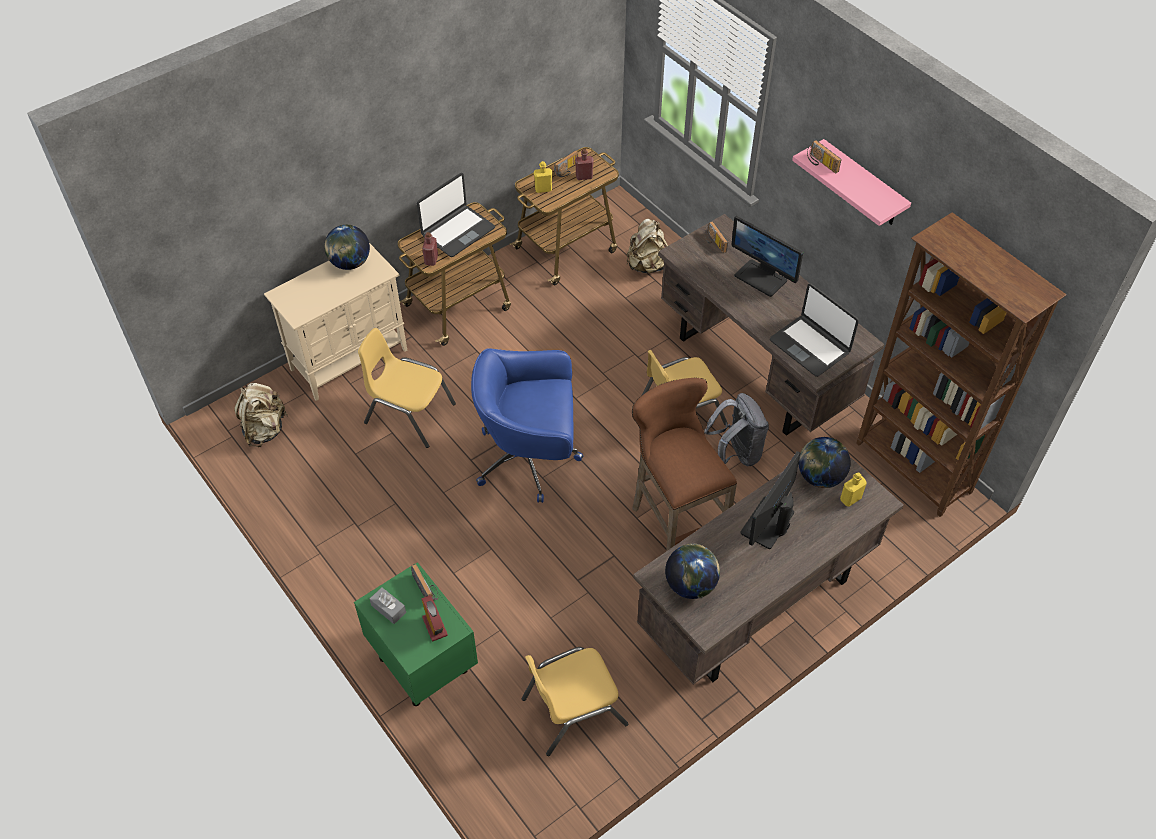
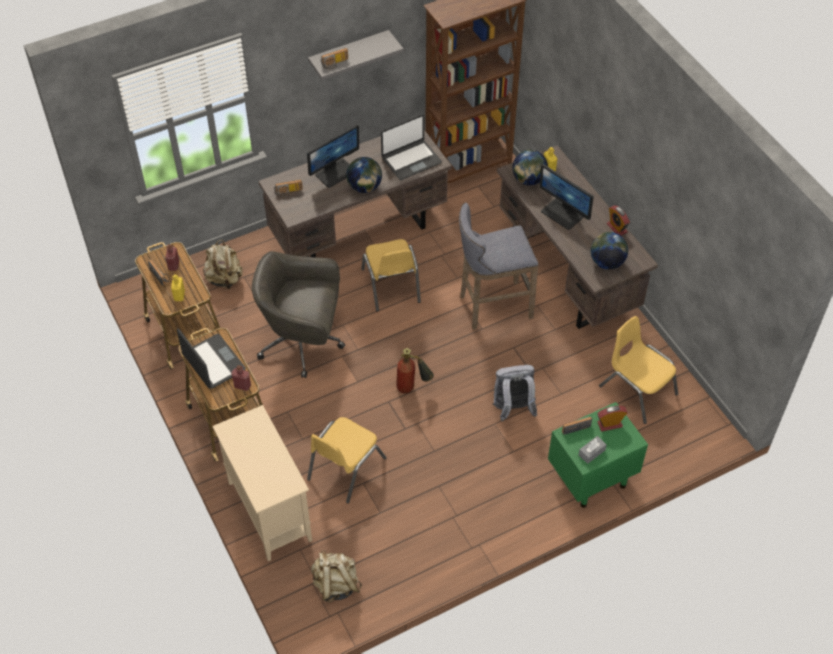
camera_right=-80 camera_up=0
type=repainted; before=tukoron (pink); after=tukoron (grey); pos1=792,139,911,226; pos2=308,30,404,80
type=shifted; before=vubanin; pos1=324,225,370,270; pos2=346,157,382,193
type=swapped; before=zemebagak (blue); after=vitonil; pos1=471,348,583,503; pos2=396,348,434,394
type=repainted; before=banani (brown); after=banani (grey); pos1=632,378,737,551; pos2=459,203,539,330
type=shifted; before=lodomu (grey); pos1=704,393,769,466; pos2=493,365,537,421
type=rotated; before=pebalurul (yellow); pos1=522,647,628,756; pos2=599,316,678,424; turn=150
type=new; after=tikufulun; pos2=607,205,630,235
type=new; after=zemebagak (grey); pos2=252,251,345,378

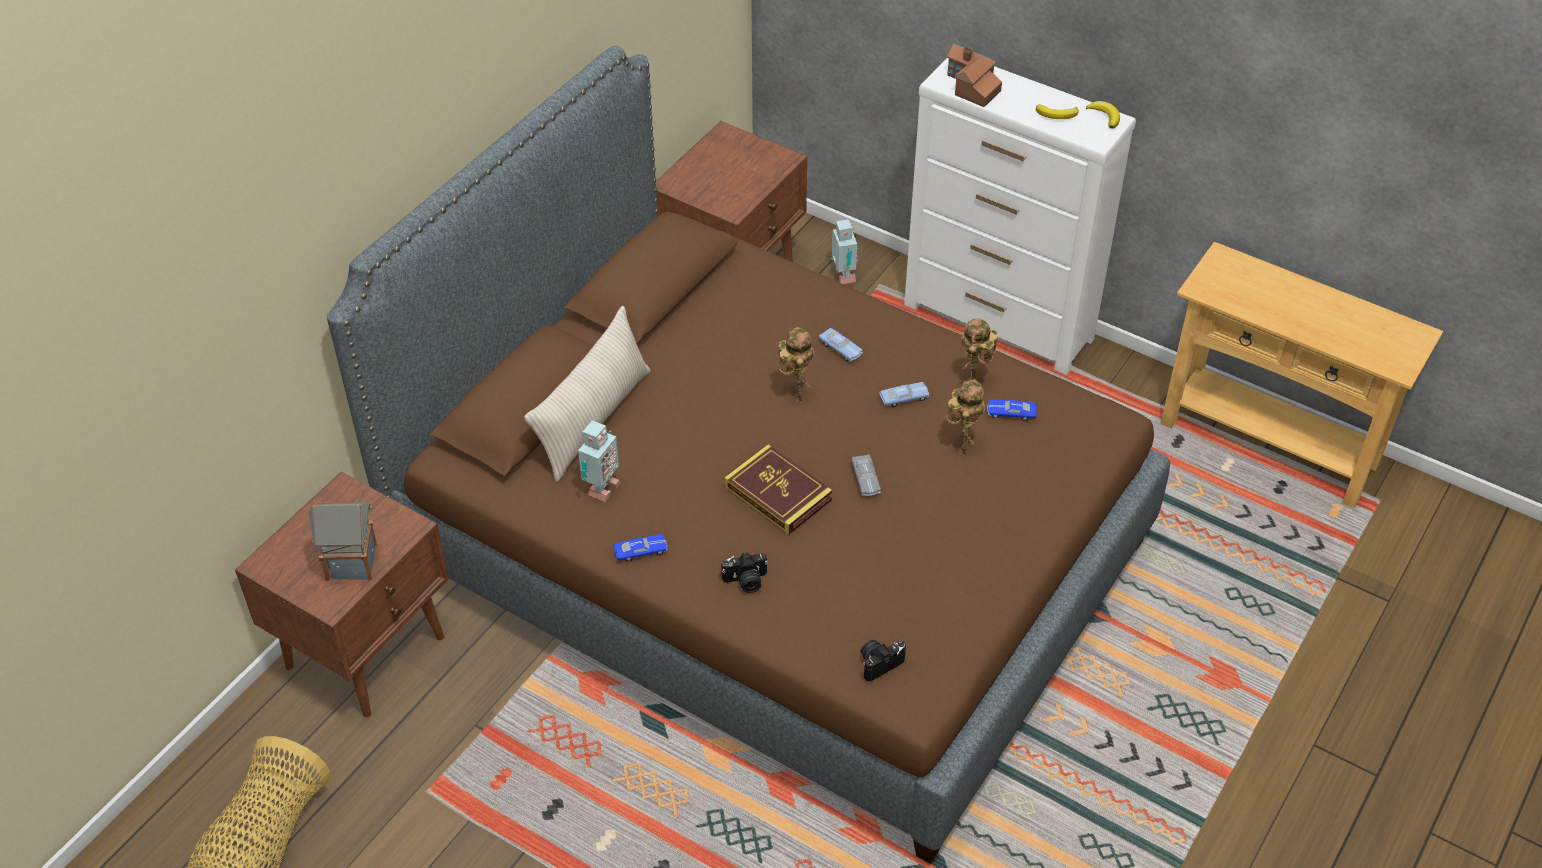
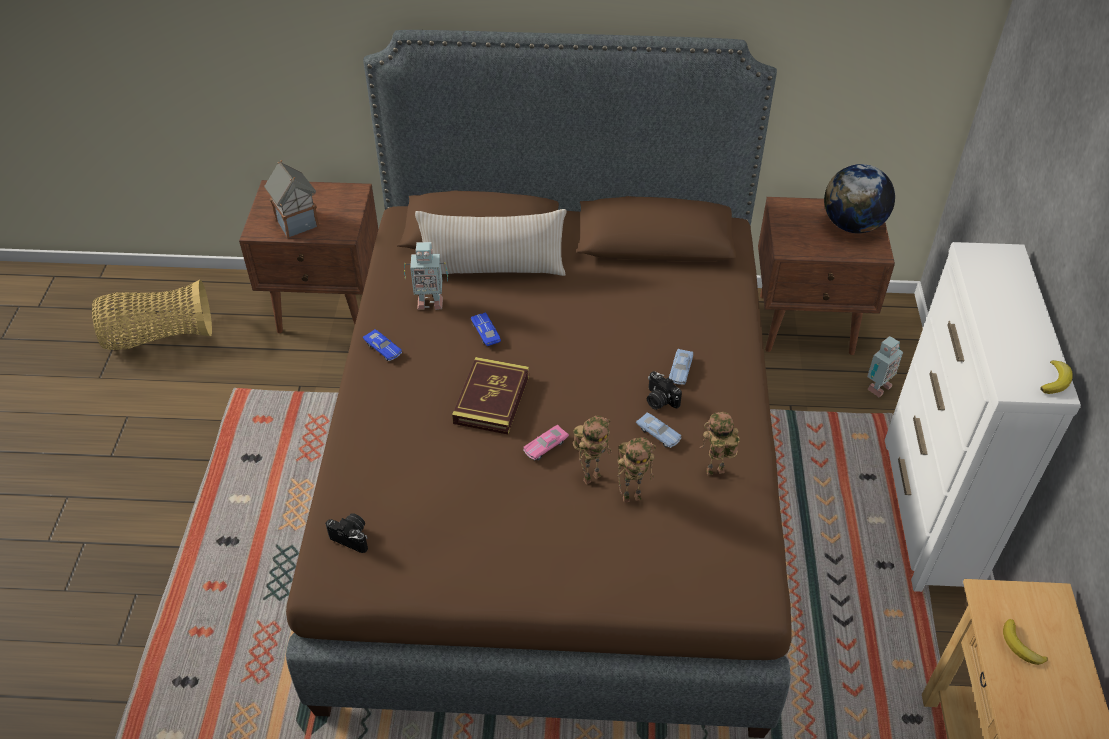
camera_right=60 camera_up=0
type=gone; before=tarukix; pos1=947,44,1002,107
type=shifted; before=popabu; pos1=1036,104,1079,119; pos2=1003,619,1048,665
type=shifted; before=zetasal; pos1=778,327,814,403; pos2=573,416,612,484
type=shifted; before=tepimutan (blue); pos1=987,399,1037,421; pos2=471,313,501,346
type=repainted; before=tepimutan (grey); after=tepimutan (pink); pos1=852,454,881,496; pos2=523,425,569,460
type=shifted; before=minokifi; pos1=721,552,768,593; pos2=647,371,682,410
type=new; after=vubanin; pos2=824,164,895,233

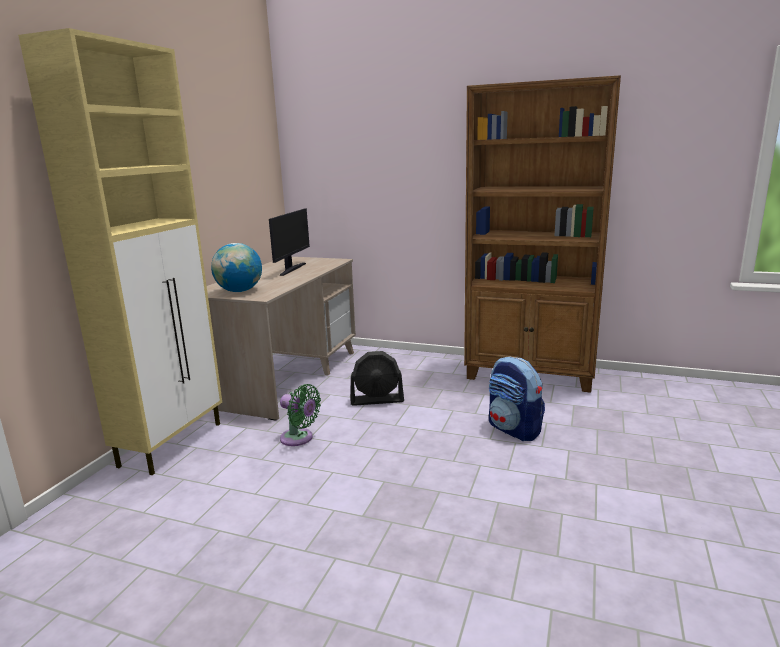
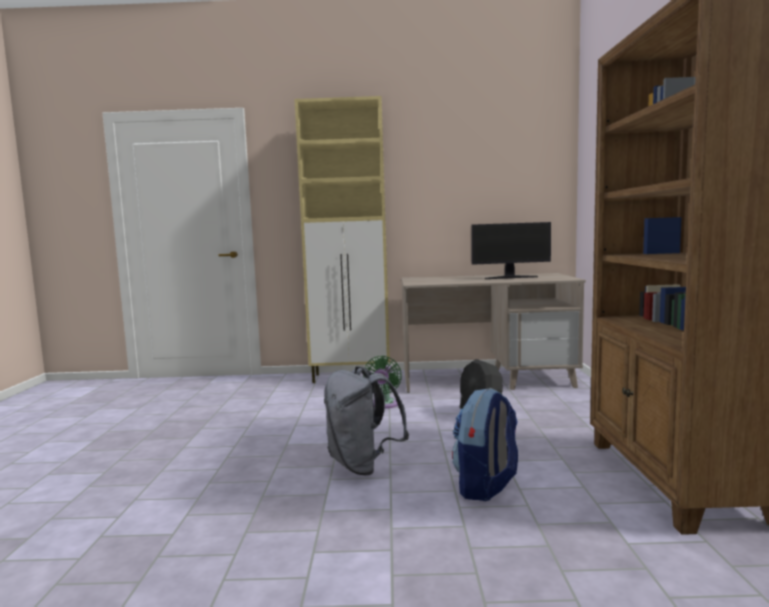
camera_right=70 camera_up=-10
type=gone; before=vubanin; pos1=211,243,262,292
type=new; after=lodomu (grey); pos2=324,366,409,475

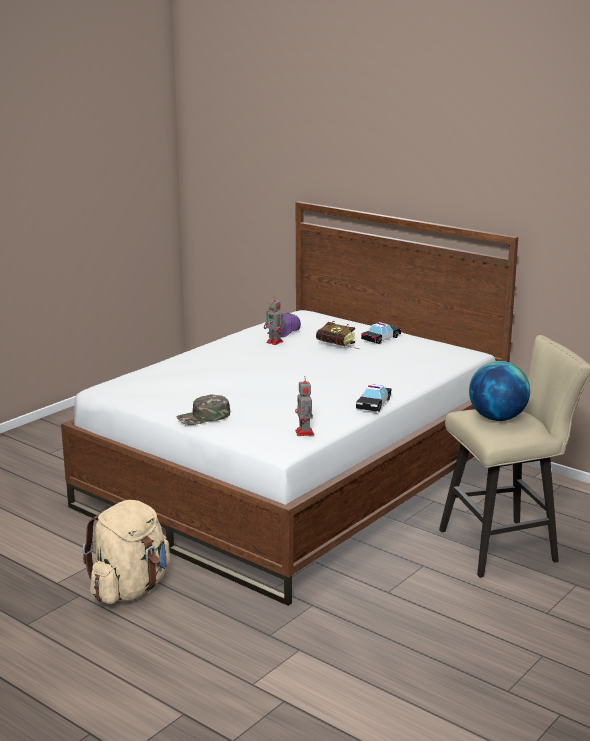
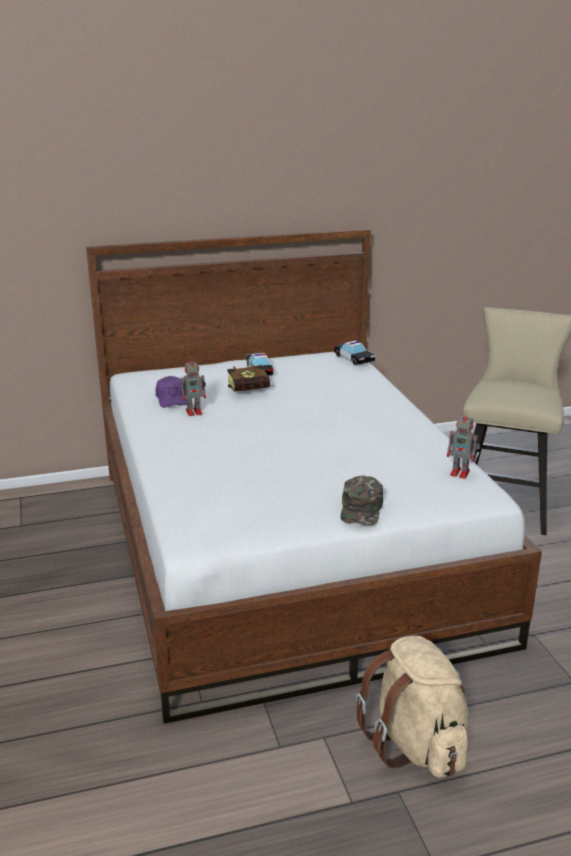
camera_right=-55 camera_up=5
type=gone; before=vubanin; pos1=469,361,530,421
type=shifted; before=tepimutan; pos1=356,384,391,412; pos2=334,341,375,365

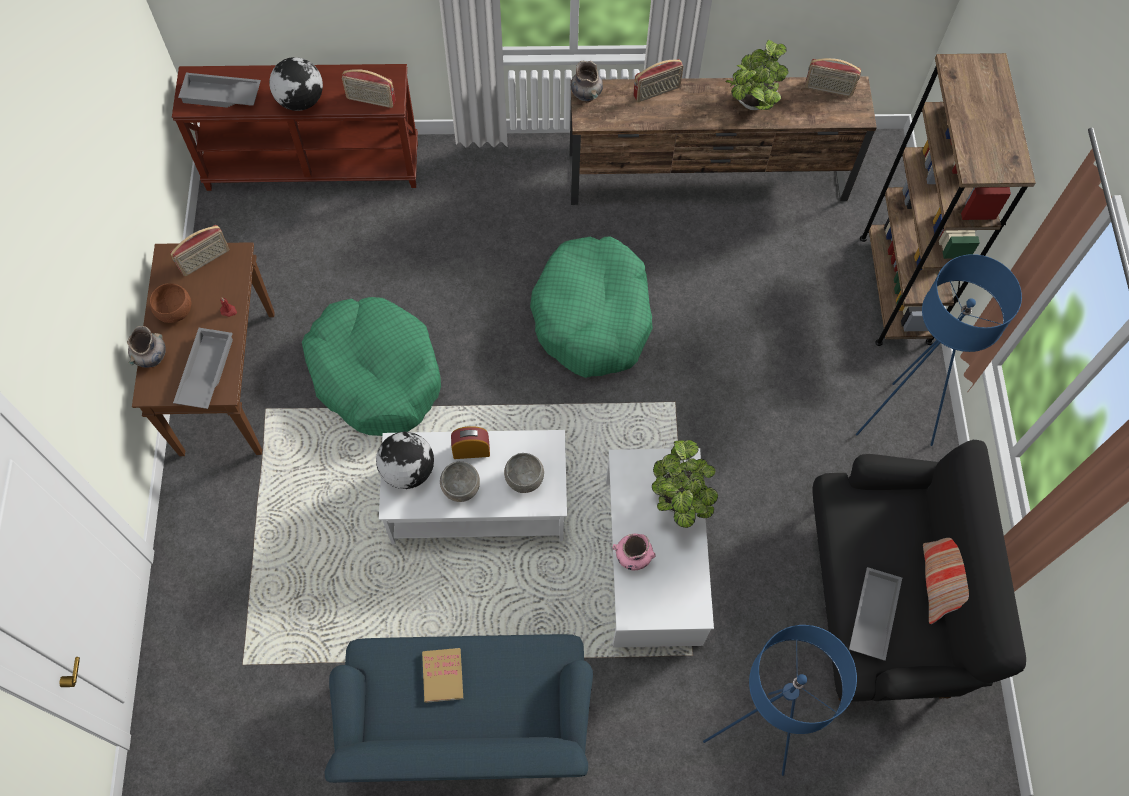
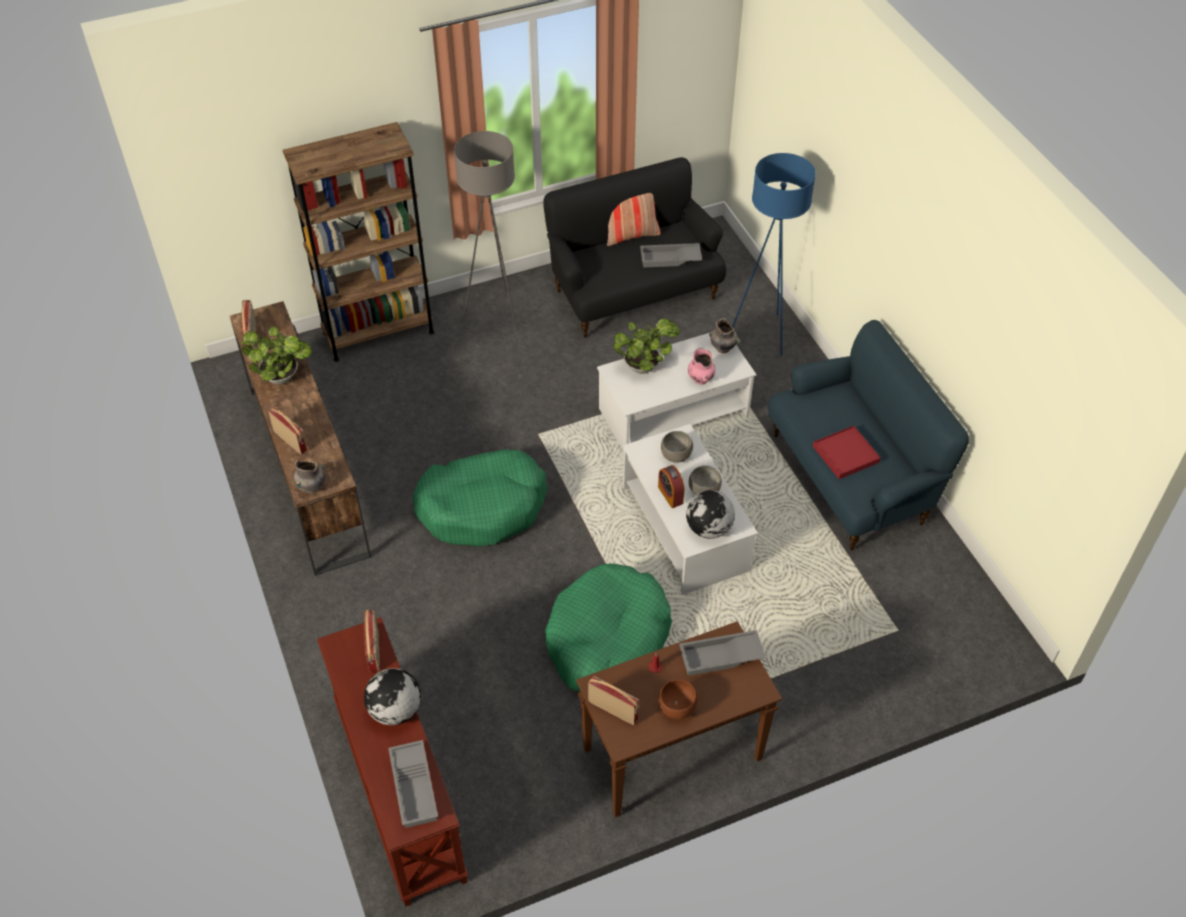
camera_right=-110 camera_up=-15
type=repainted; before=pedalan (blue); after=pedalan (grey); pos1=856,254,1022,446; pos2=454,131,517,329
type=shifted; before=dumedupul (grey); pos1=127,326,166,368; pos2=709,318,741,353
type=swapped; before=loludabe; after=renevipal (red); pos1=422,648,463,703; pos2=813,426,880,479

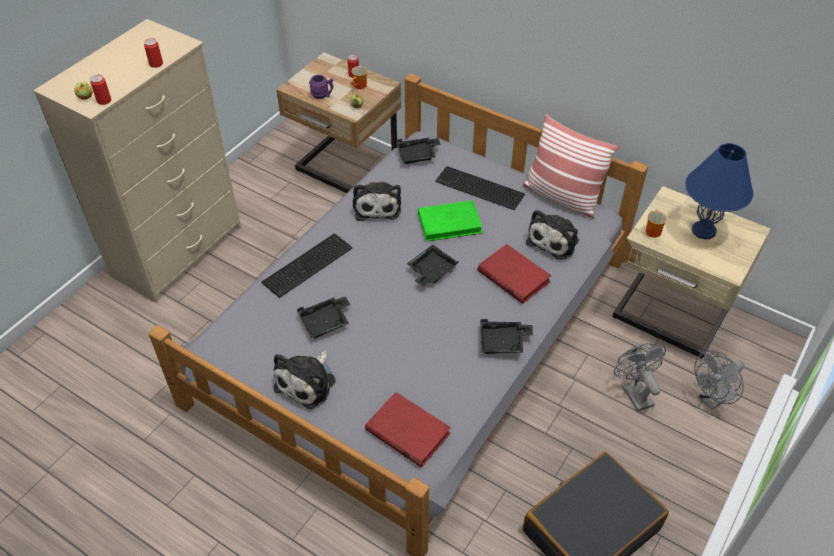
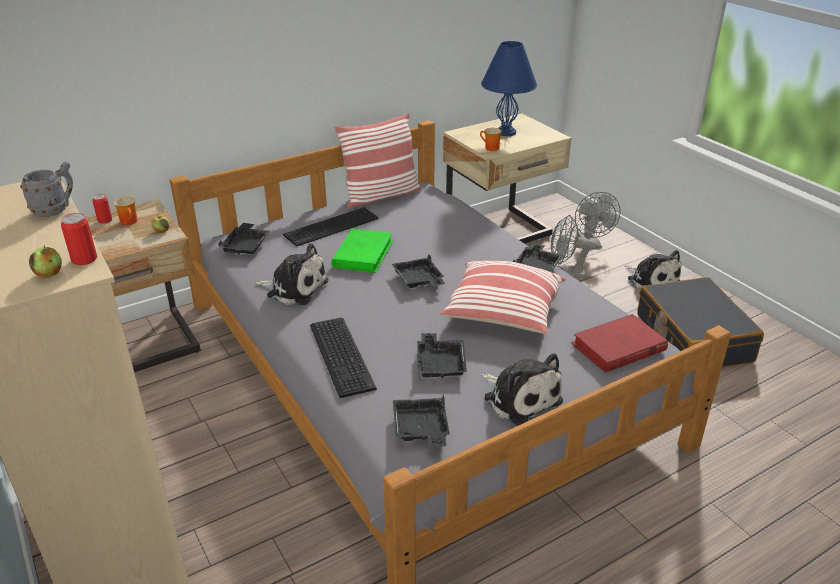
camera_right=-65 camera_up=-15
type=swapped; before=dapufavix; after=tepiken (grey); pos1=144,38,163,68; pos2=20,162,73,217
type=gone; before=tepiken (purple); pos1=309,75,334,99
type=shifted; before=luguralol; pos1=526,210,579,260; pos2=625,250,681,290
type=gone; before=loludabe (red); pos1=477,244,552,304
type=new; after=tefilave; pos2=440,261,566,334
type=new; after=renevipal (black); pos2=393,394,450,447

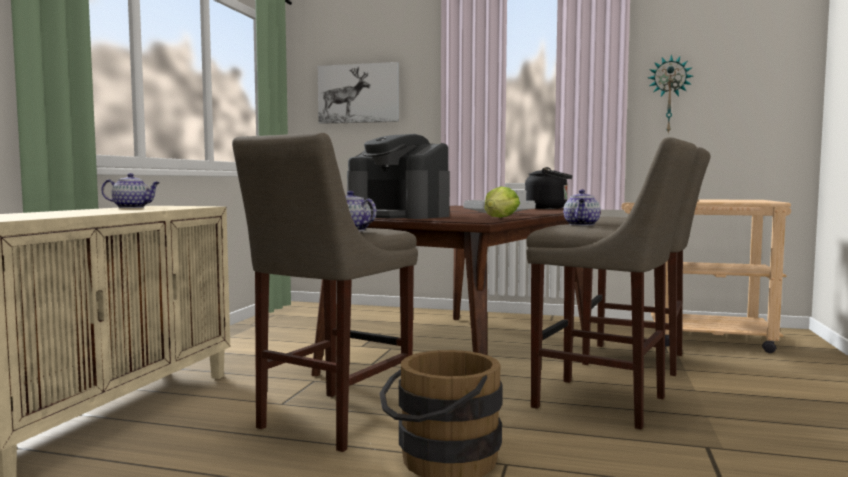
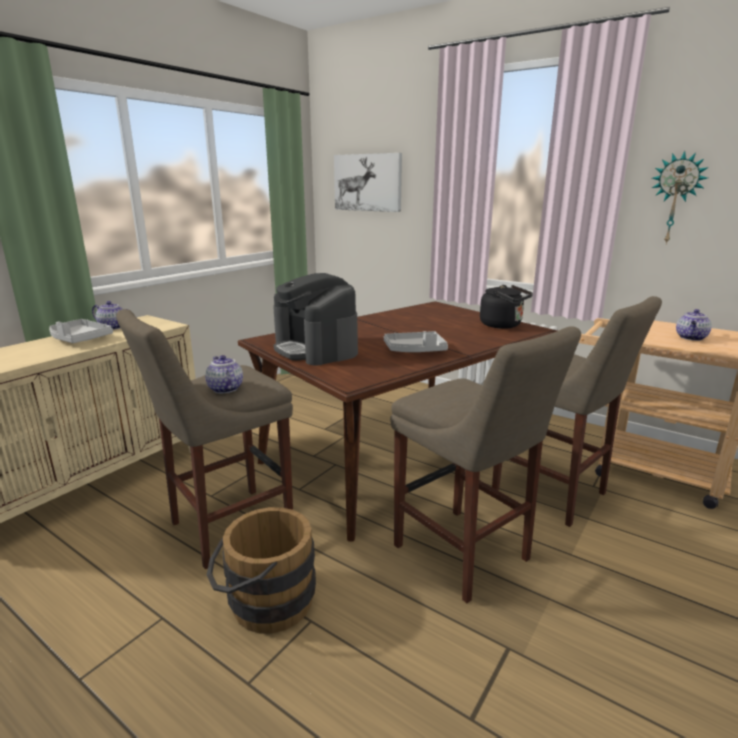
camera_right=20 camera_up=15
type=gone; before=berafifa; pos1=484,186,520,218
type=shifted; before=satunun; pos1=563,189,601,226; pos2=676,309,712,341
type=new; after=renevipal (grey); pos2=49,319,113,343

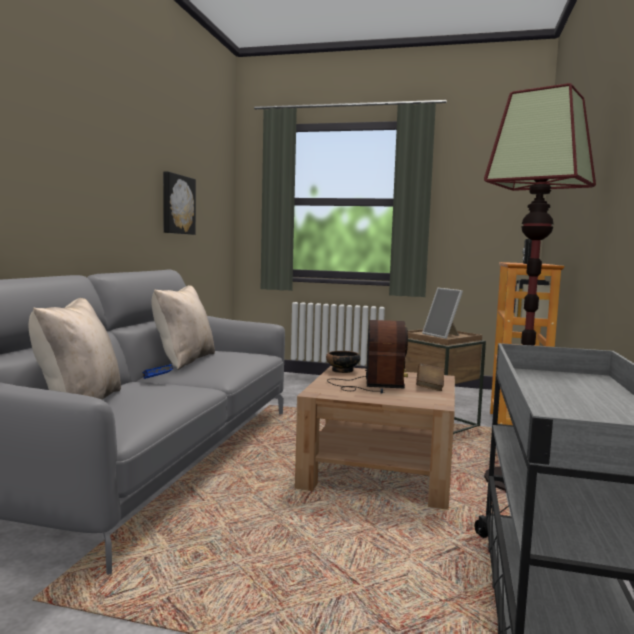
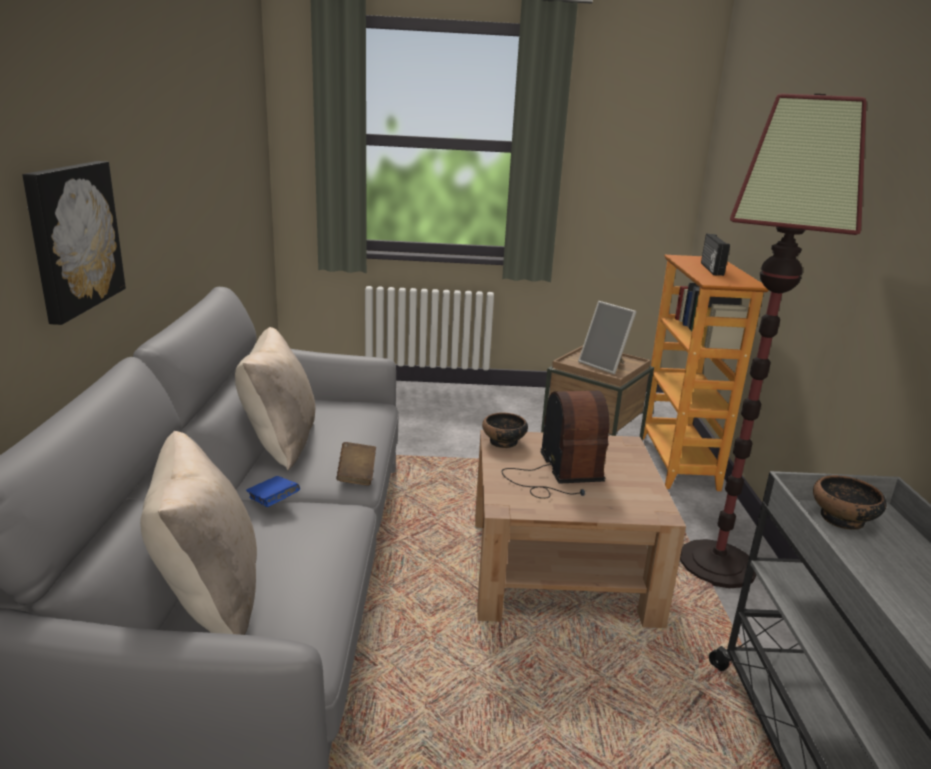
camera_right=-15 camera_up=15
type=shifted; before=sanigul; pos1=163,171,196,235; pos2=22,161,126,325
type=shifted; before=loludabe (brown); pos1=416,363,444,391; pos2=336,442,376,485
type=new; after=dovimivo; pos2=813,475,887,530

